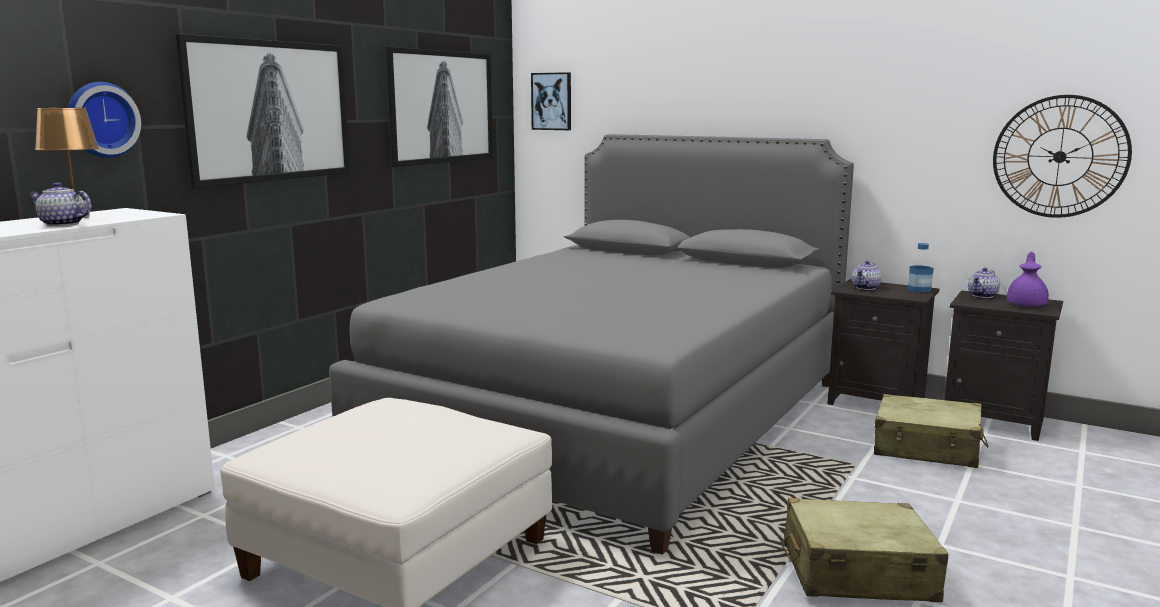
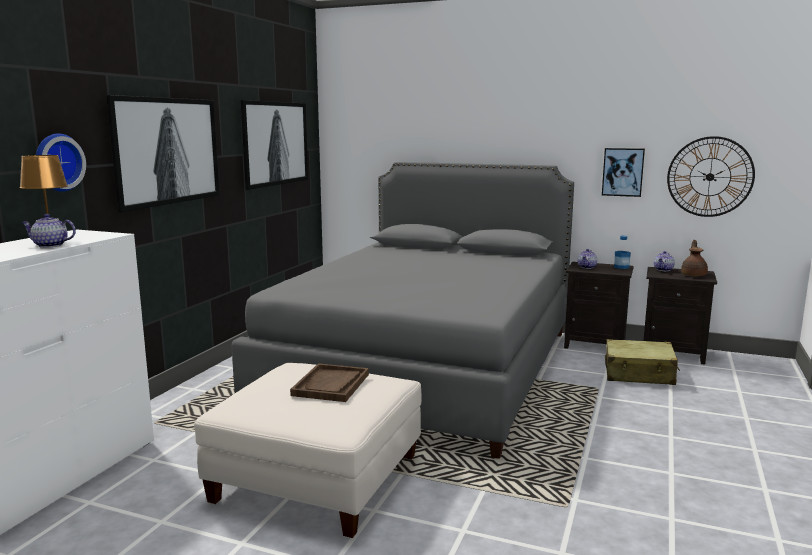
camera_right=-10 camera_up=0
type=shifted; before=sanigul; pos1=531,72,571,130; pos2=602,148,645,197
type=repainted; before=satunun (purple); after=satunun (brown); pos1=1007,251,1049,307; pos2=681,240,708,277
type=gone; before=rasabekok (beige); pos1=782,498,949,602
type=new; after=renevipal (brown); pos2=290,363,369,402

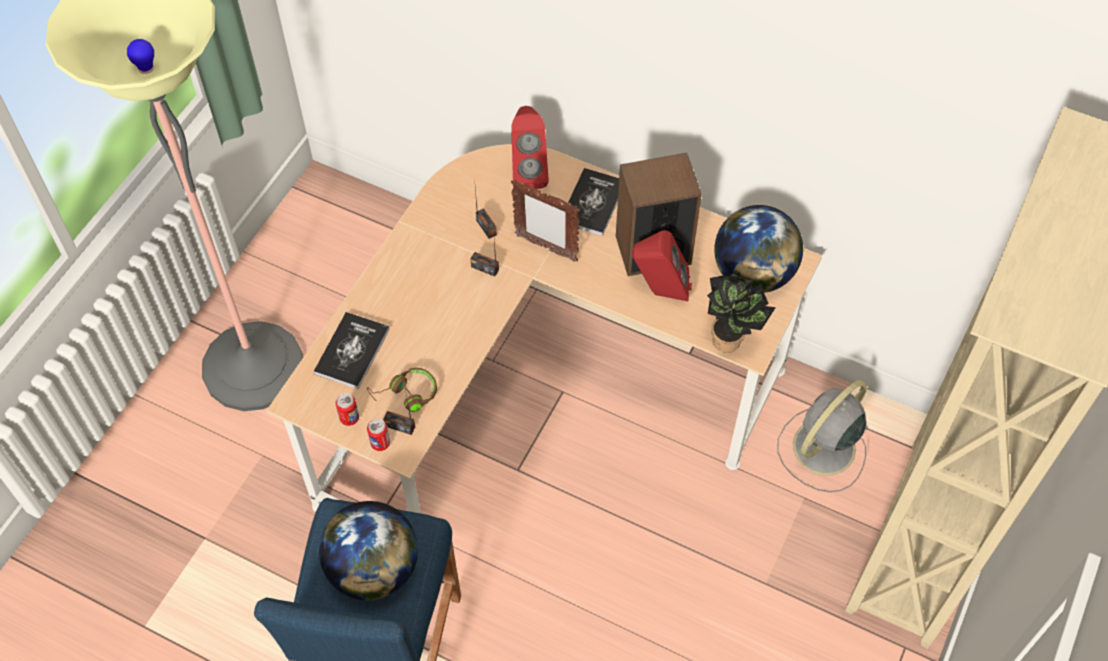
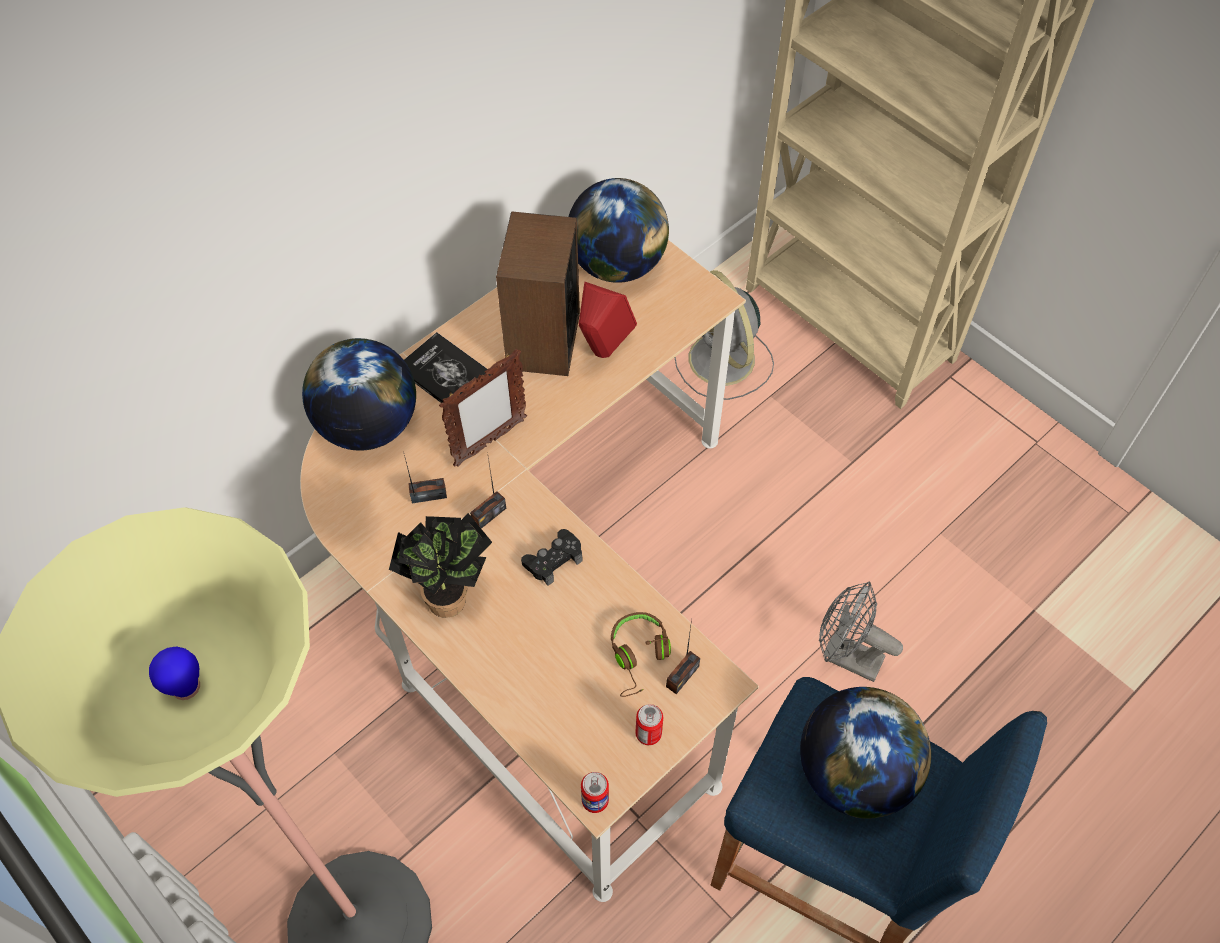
camera_right=-70 camera_up=0
type=swapped; before=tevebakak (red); after=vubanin; pos1=511,106,549,190; pos2=302,338,416,451
type=shifted; before=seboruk; pos1=707,272,776,353; pos2=389,513,492,618
type=gone; before=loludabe; pos1=314,312,390,389
type=shifted; before=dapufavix; pos1=367,418,390,451; pos2=581,772,609,813
type=new; after=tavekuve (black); pos2=521,529,583,586
type=new; after=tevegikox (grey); pos2=819,582,903,682

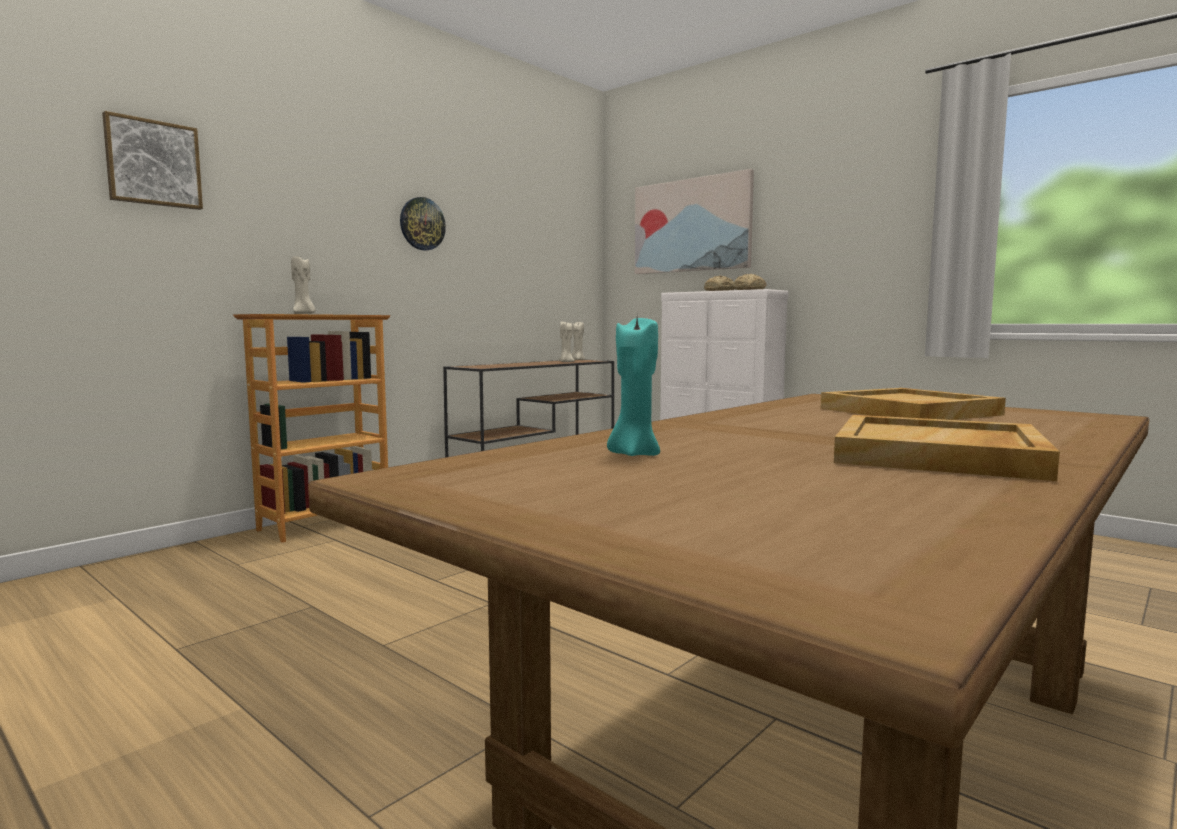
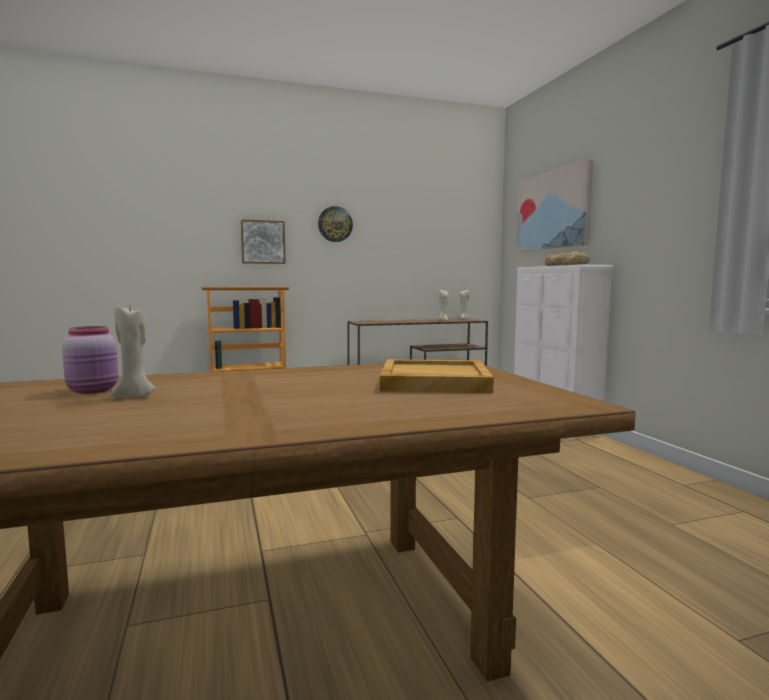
camera_right=30 camera_up=0
type=shifted; before=sanigul; pos1=102,111,203,210; pos2=241,219,286,264
type=shifted; before=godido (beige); pos1=291,256,316,314; pos2=111,306,156,397
type=swapped; before=godido (turquoise); after=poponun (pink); pos1=607,318,660,456; pos2=62,326,119,394
type=gone; before=renevipal (beige); pos1=834,415,1060,481

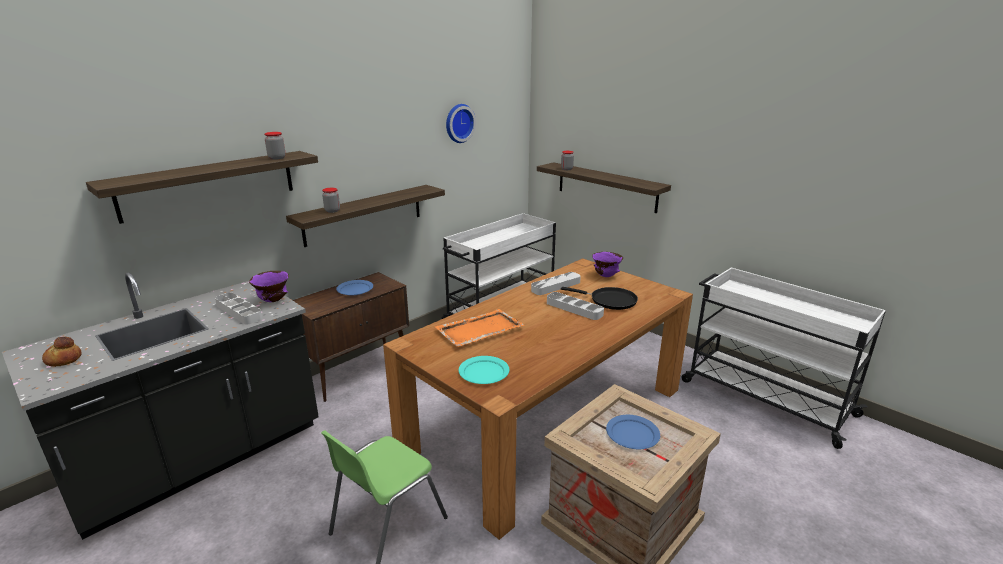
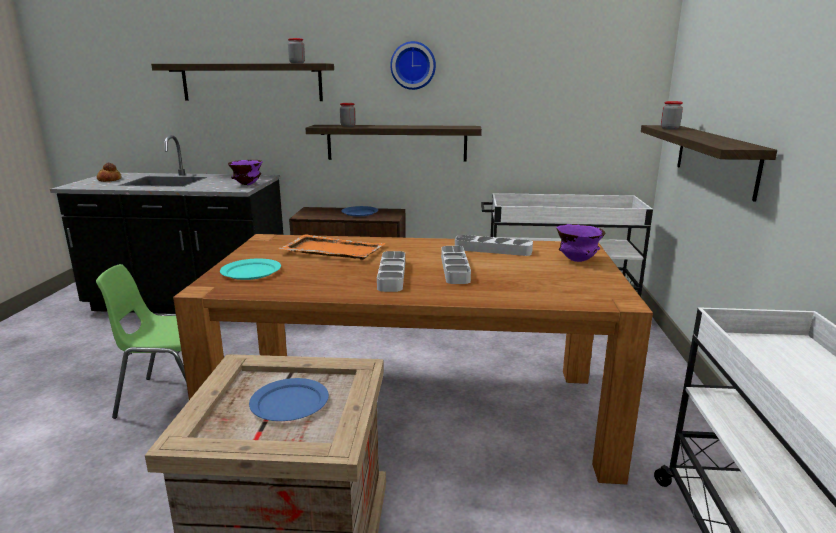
camera_right=50 camera_up=-5
type=shifted; before=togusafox; pos1=446,104,476,143; pos2=390,41,436,90
type=gone; before=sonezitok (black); pos1=561,287,638,310
type=shifted; before=renevipal (grey); pos1=215,293,262,324; pos2=377,251,405,292

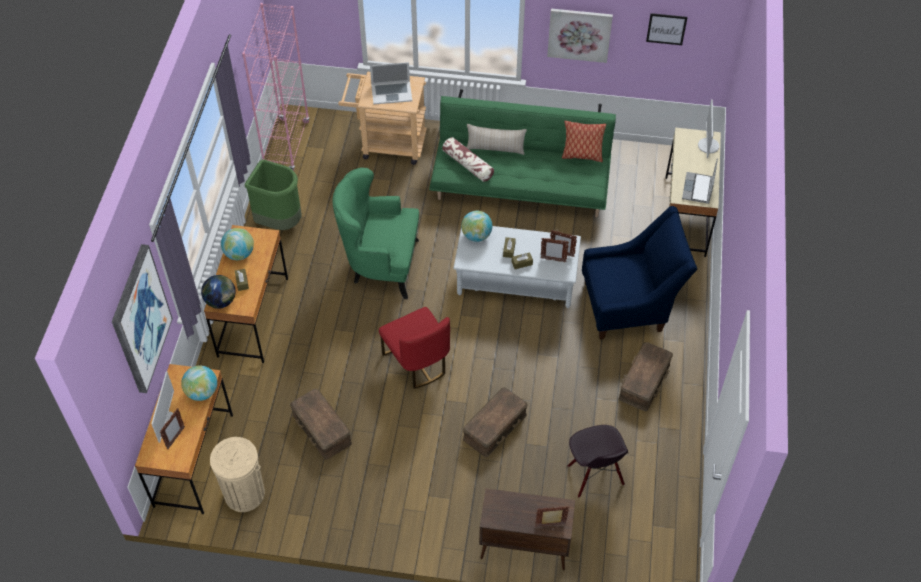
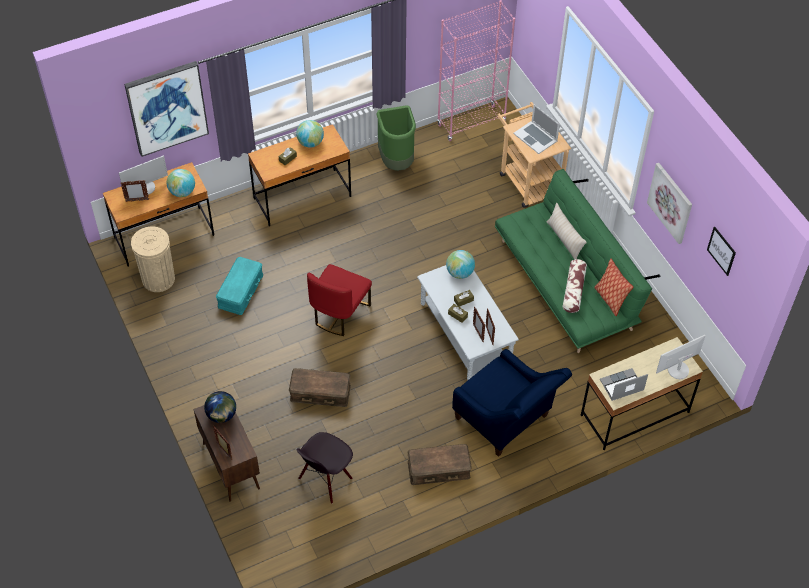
camera_right=55 camera_up=0
type=shifted; before=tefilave; pos1=442,137,494,182; pos2=562,259,587,313
type=gone; before=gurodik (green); pos1=333,167,419,299
type=shifted; before=vubanin; pos1=201,275,236,309; pos2=204,391,236,423
type=repainted; before=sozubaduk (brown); after=sozubaduk (turquoise); pos1=290,389,352,460; pos2=216,257,263,315

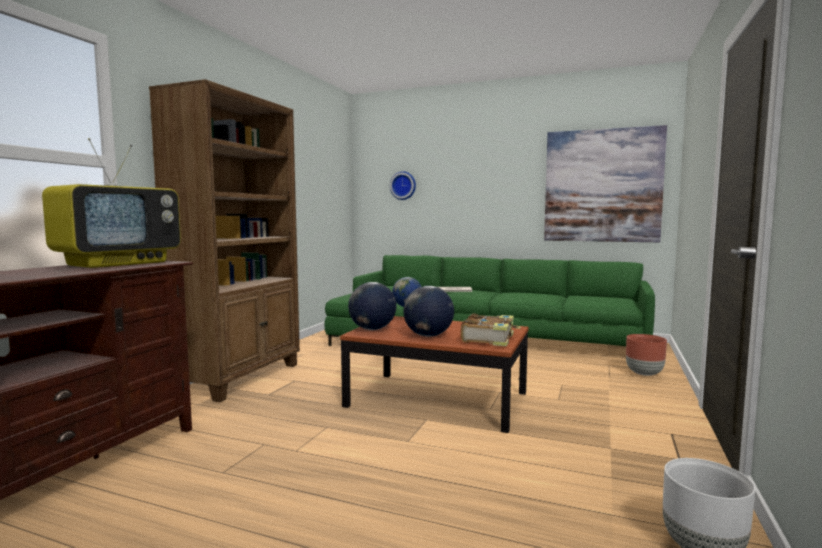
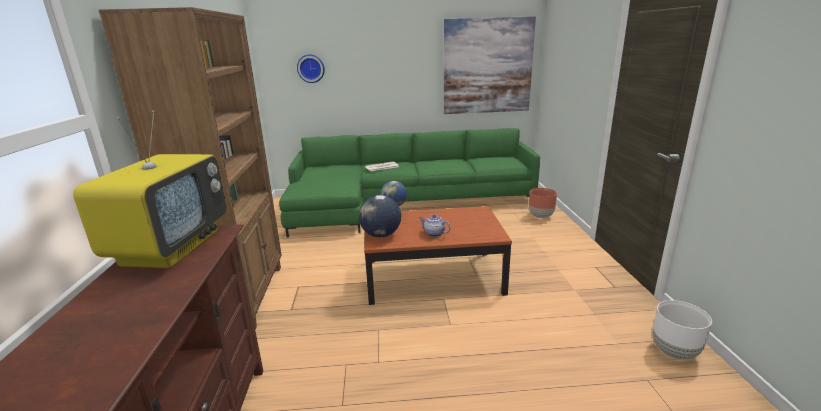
camera_right=-25 camera_up=15
type=swapped; before=vubanin; after=satunun; pos1=403,286,454,337; pos2=419,215,451,237
type=gone; before=loludabe; pos1=461,314,521,347

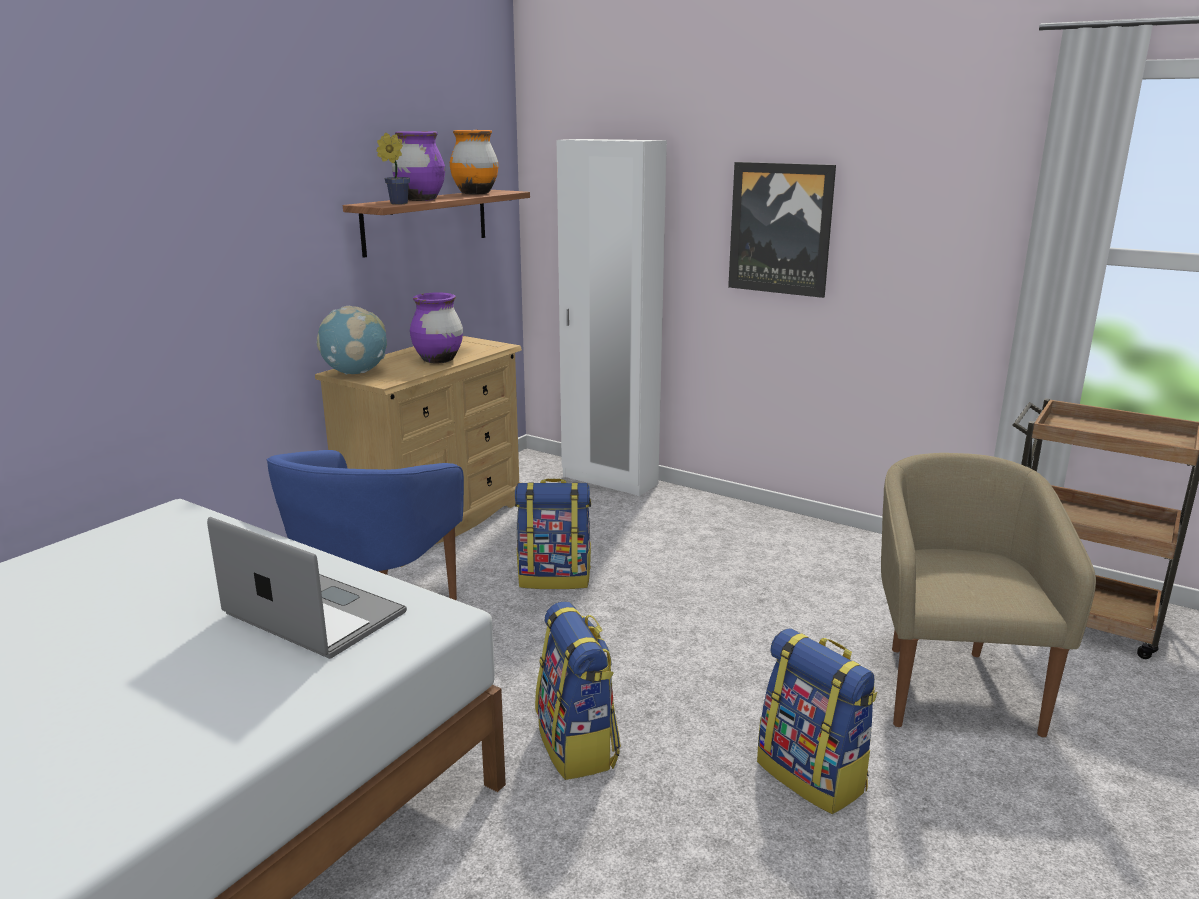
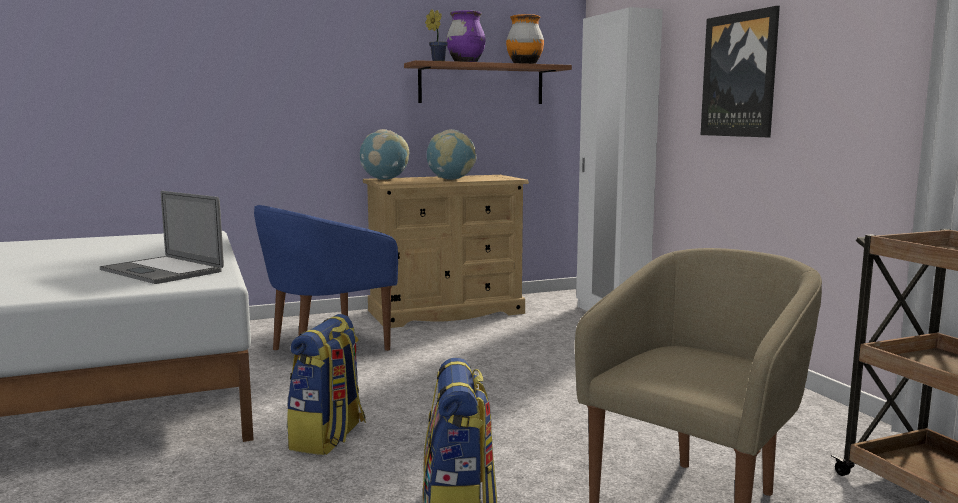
camera_right=35 camera_up=-10
type=swapped; before=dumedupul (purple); after=vubanin; pos1=410,292,463,363; pos2=427,129,476,180
type=gone; before=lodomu; pos1=515,479,591,589
type=rotated; before=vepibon; pos1=207,517,407,659; pos2=100,191,224,284; turn=150

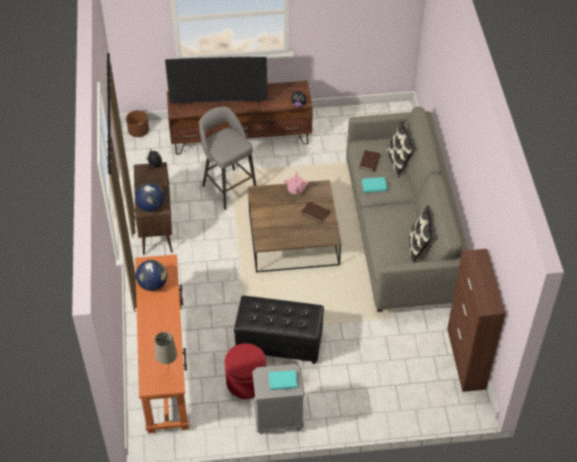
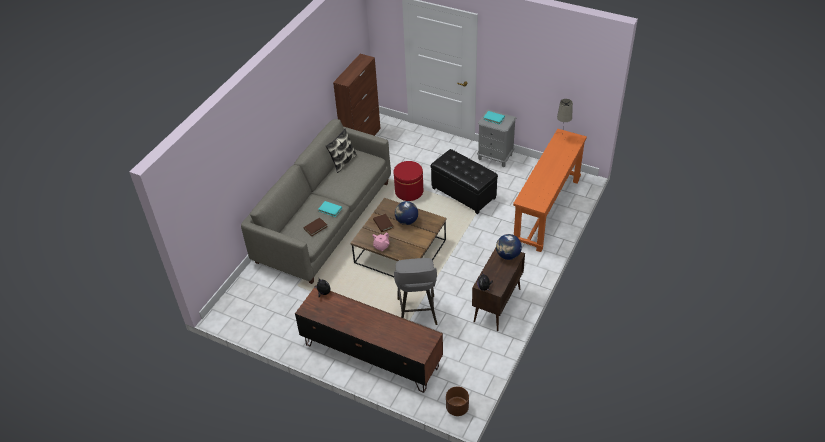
camera_right=-145 camera_up=-5
type=gone; before=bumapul; pos1=165,57,268,110
type=gone; before=tefilave; pos1=386,121,415,177
type=shifted; before=vubanin; pos1=136,260,167,291; pos2=395,201,418,225
type=shifted; before=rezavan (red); pos1=225,343,266,399; pos2=394,161,423,201

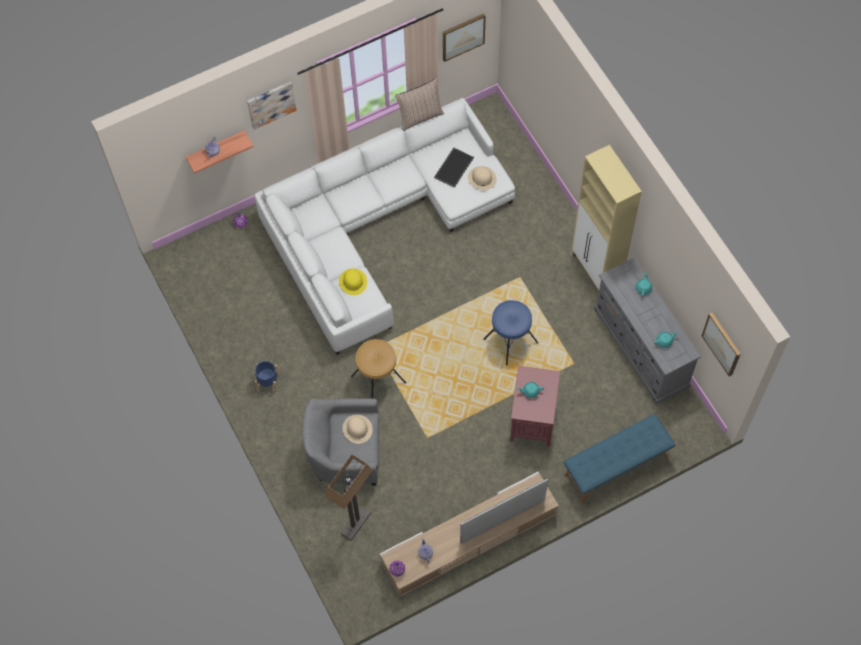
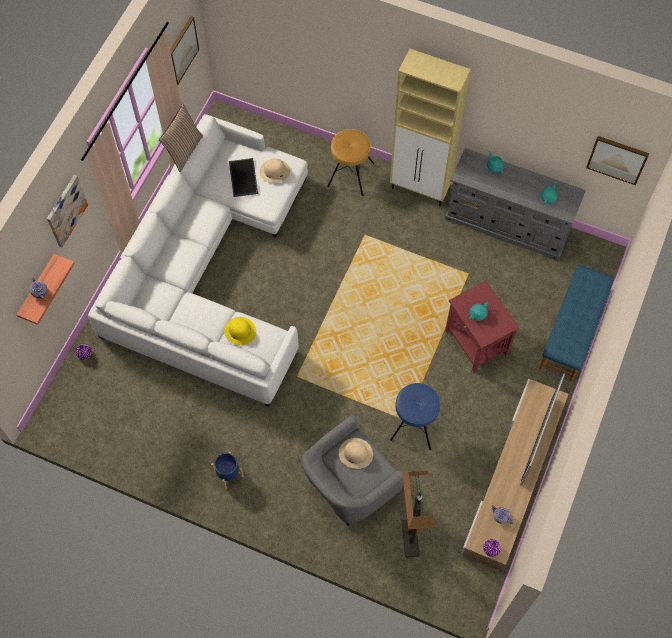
camera_right=-40 camera_up=0
type=shifted; before=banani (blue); pos1=483,300,538,366; pos2=390,383,440,450
type=shifted; before=banani (brown); pos1=351,339,406,398; pos2=327,129,374,196

